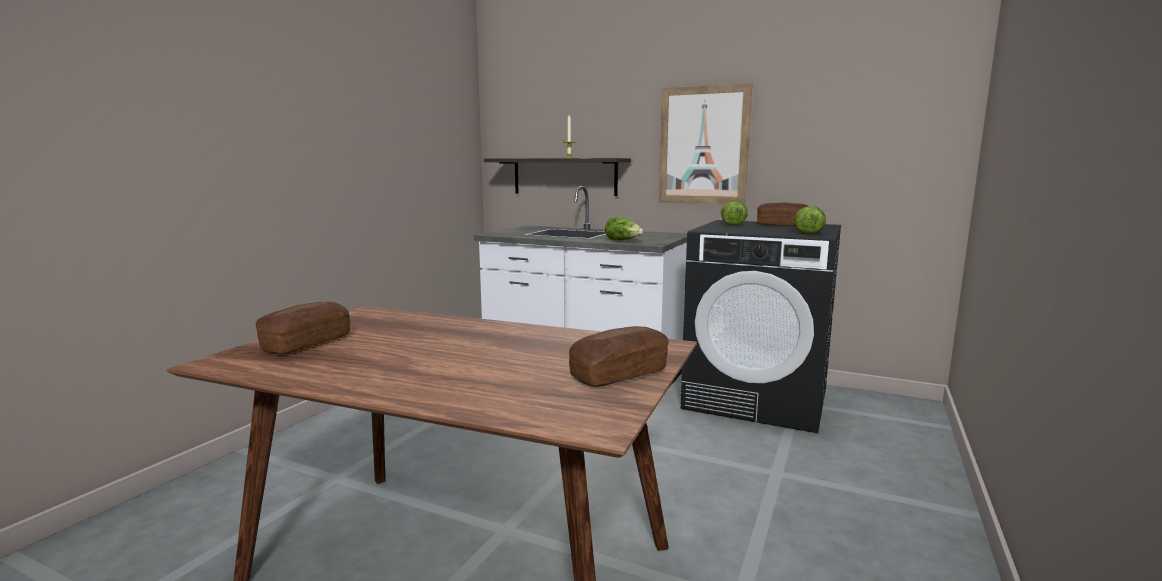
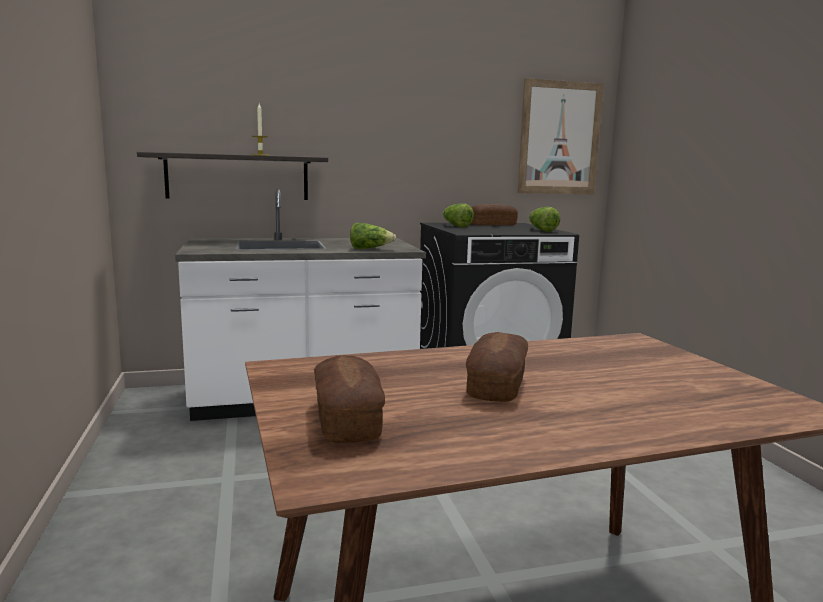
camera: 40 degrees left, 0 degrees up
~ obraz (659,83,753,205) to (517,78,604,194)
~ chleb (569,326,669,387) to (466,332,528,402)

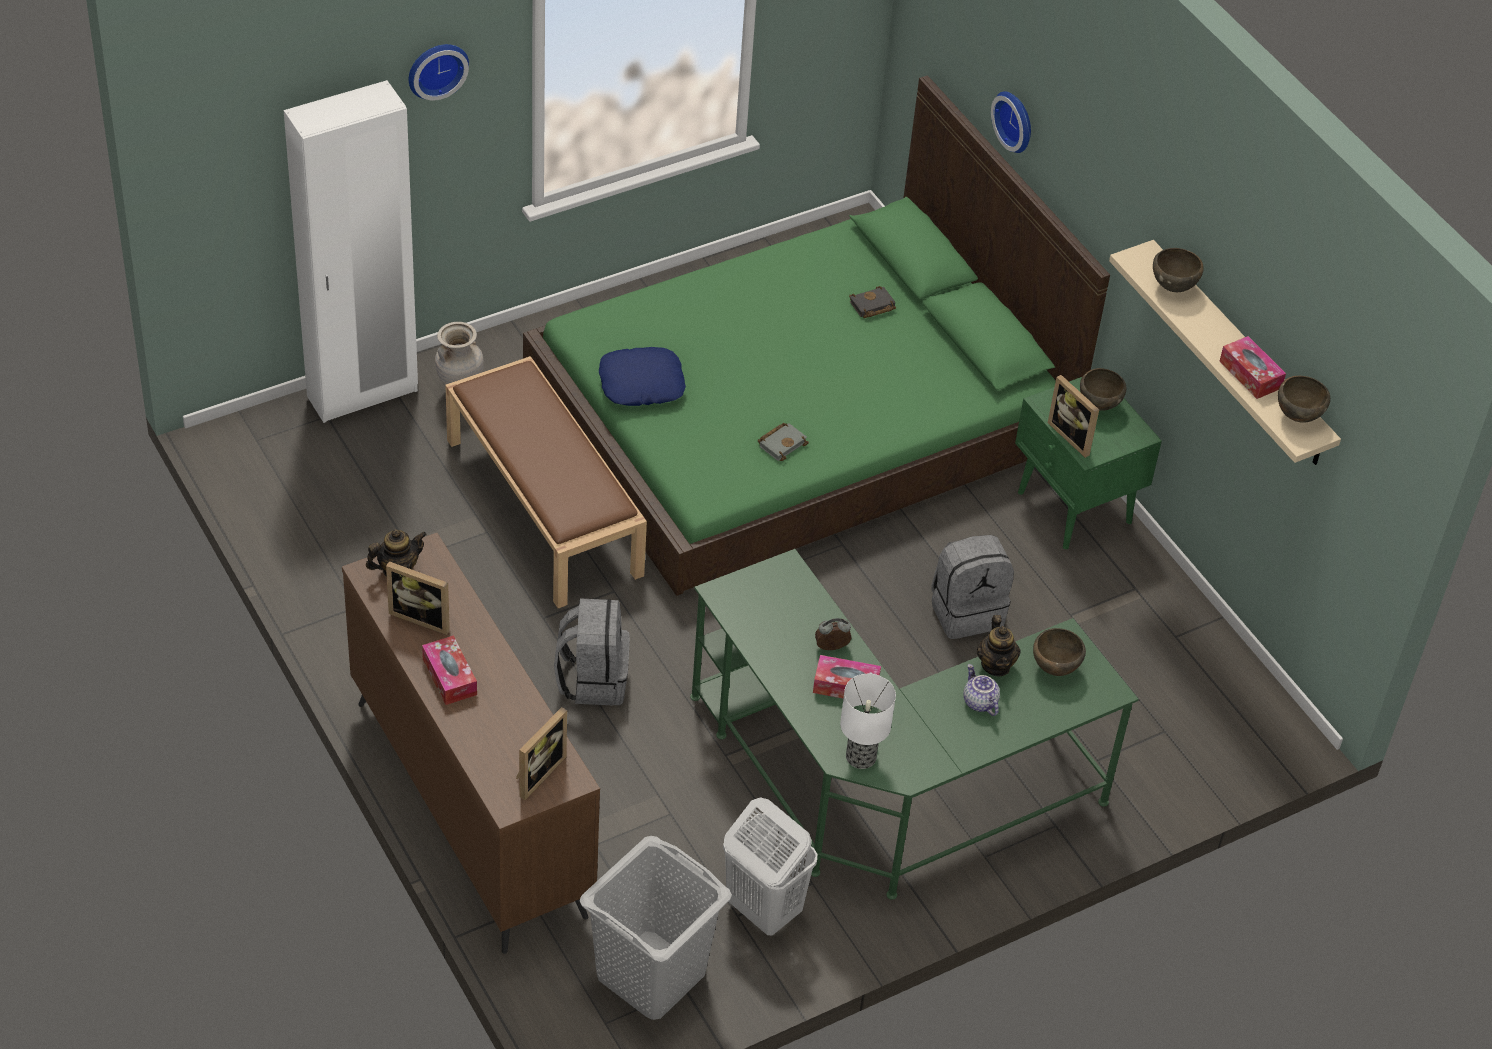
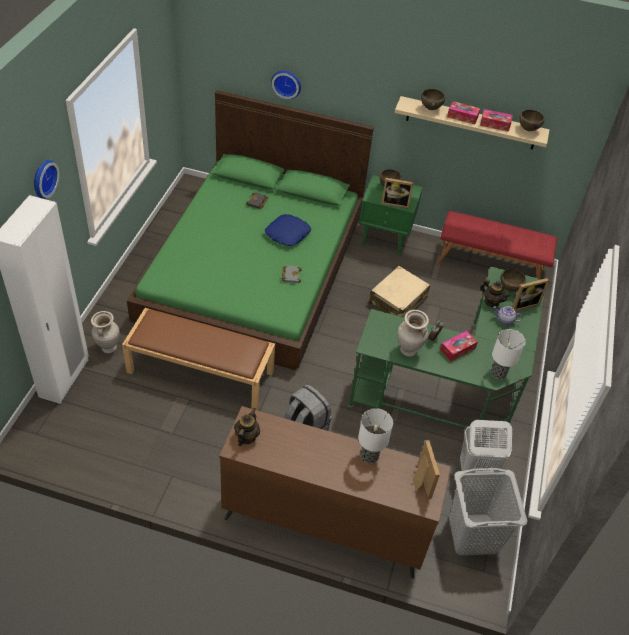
camera: 45 degrees left, 0 degrees up
~ poduszka [niebieski] (599,347,686,406) to (265,214,311,246)
~ plecak [szary] (932,535,1014,639) to walizka [beżowy] (369,266,430,318)
~ ramka na zdjęcie (386,561,450,635) to (512,278,550,311)
~ pudełko chusteczek (422,635,477,705) to (447,101,480,124)
+ ławka [czerwony] (437,211,557,279)
+ wazon [beżowy] (397,310,429,357)
+ lampa stołowa (358,408,393,464)

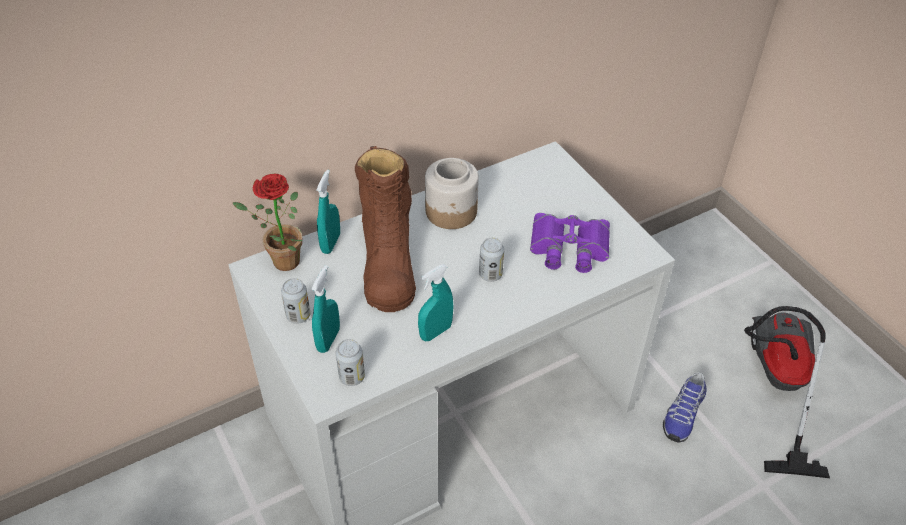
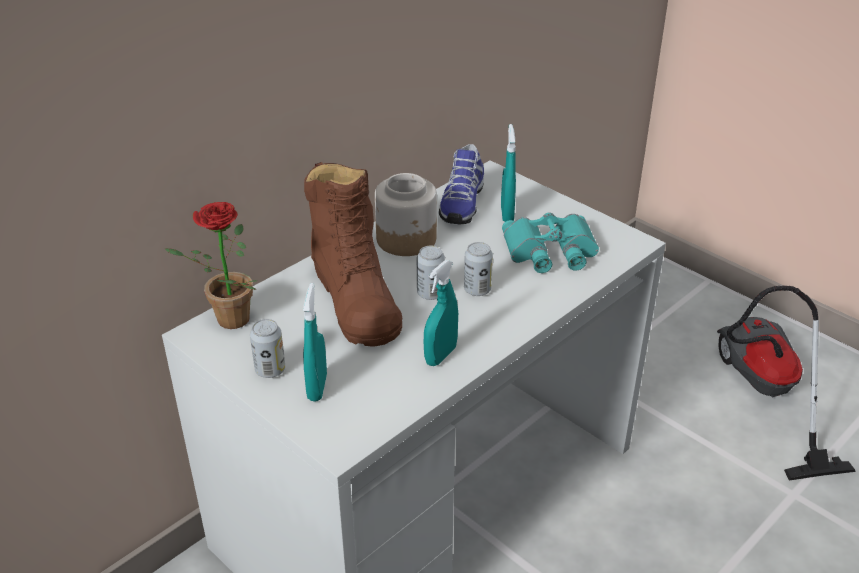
camera: 15 degrees left, 10 degrees down
~ spryskiwacz [turkusowy] (316,170,340,254) to (501,124,516,222)
~ lornetka [fioletowy] (530,213,610,273) to lornetka [turkusowy] (502,212,599,273)
~ puszka (336,339,365,386) to (417,246,445,300)
~ but (663,372,707,443) to (439,144,484,224)

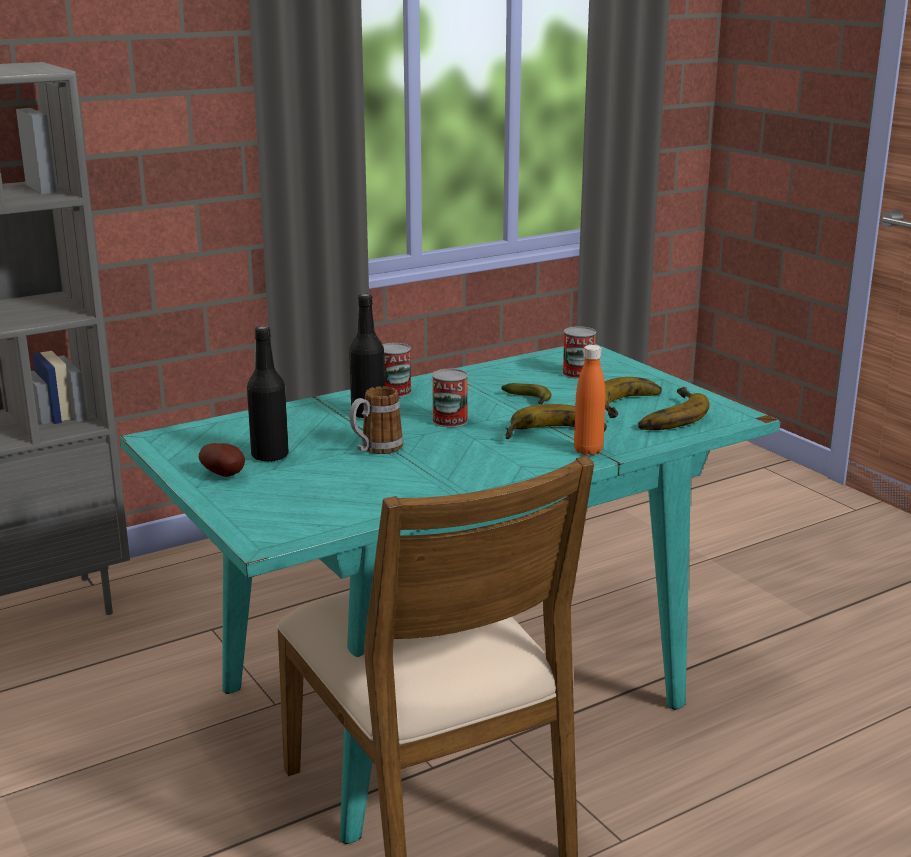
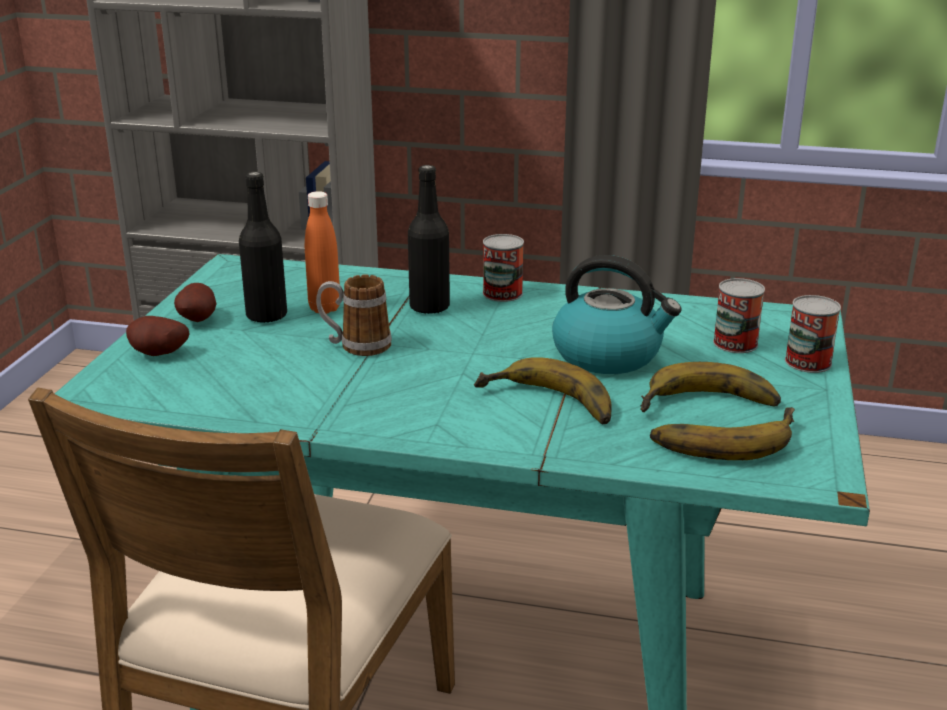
camera: 45 degrees right, 5 degrees up
~ butelka [pomarańczowy] (574,345,605,455) to (305,191,340,314)
~ puszka (432,369,468,427) to (785,295,841,373)
~ banan (501,383,552,405) to czajnik (552,255,682,374)
+ ziemniak (126,316,189,356)

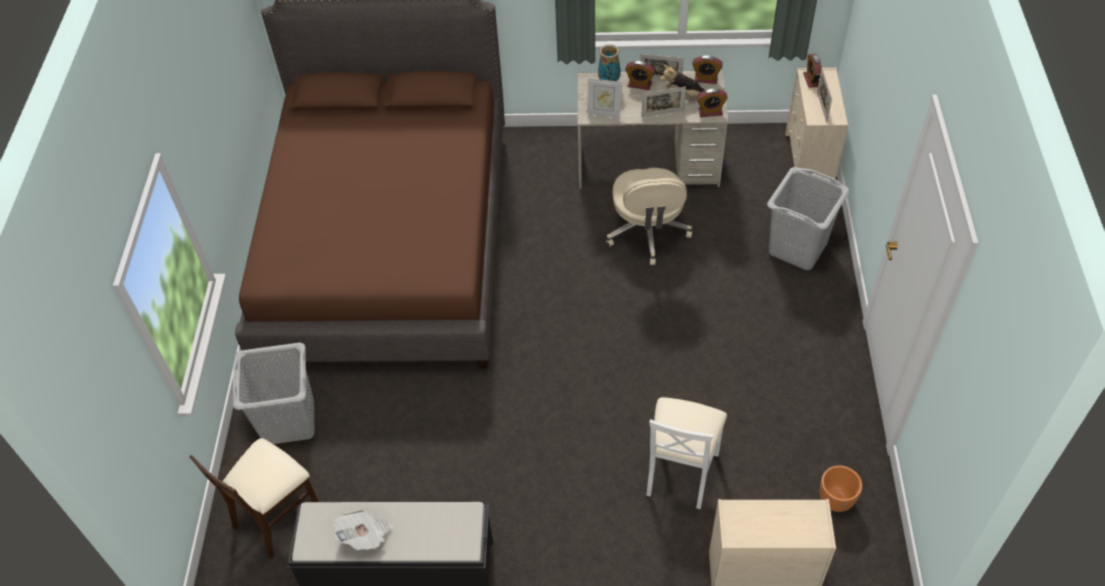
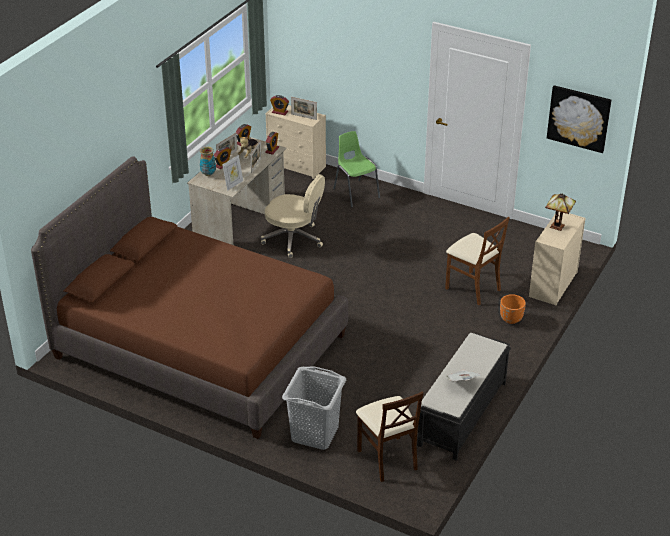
camera: 65 degrees left, 15 degrees down
~ kosz na pranie [szary] (767,167,850,270) to krzesło [zielony] (333,131,380,208)
~ krzesło [biały] (646,397,727,509) to krzesło [brązowy] (445,217,510,305)
~ donica [pomarańczowy] (820,466,862,512) to (500,294,526,324)
+ obraz (547,85,612,153)
+ lampa stołowa (545,194,576,231)

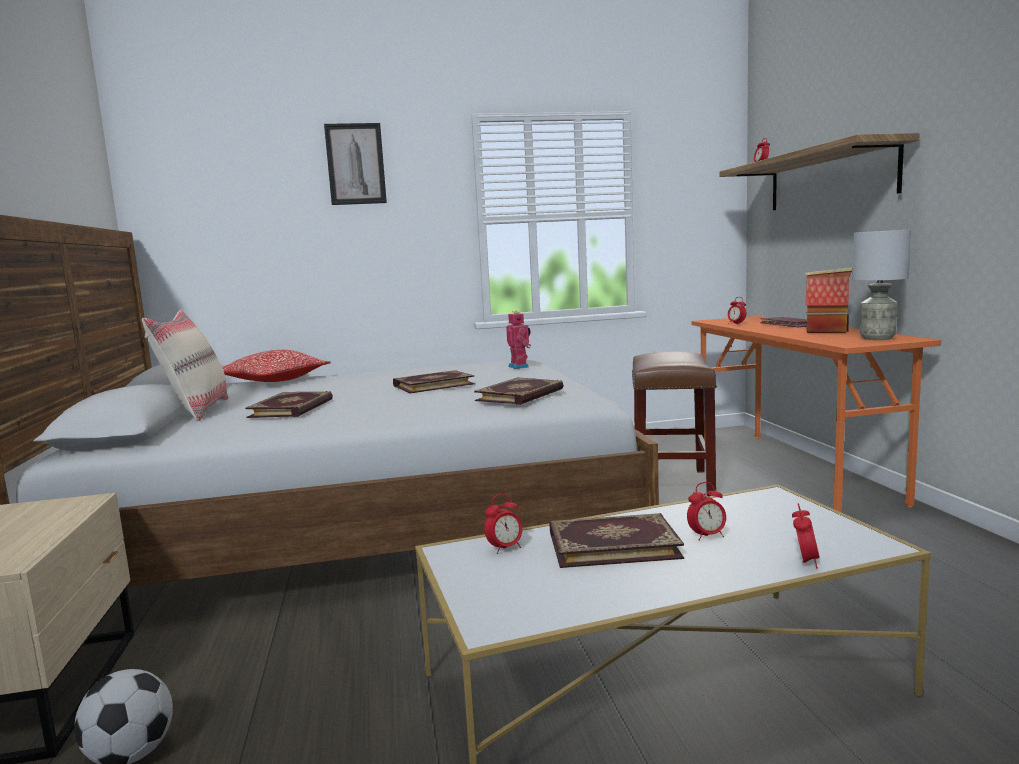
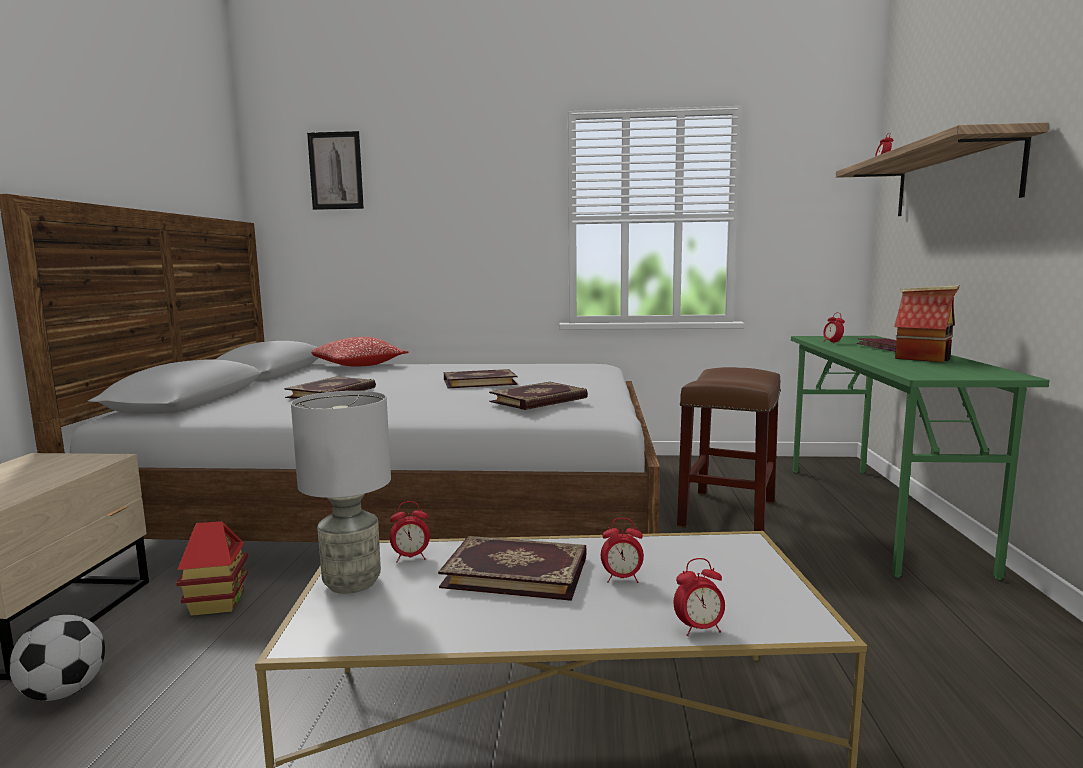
camera: 15 degrees right, 0 degrees up
~ obraz (324,123,387,205) to (307,131,364,210)
~ lampa stołowa [szary] (852,230,911,340) to (291,391,391,594)
- poduszka [beżowy] (142,310,229,421)
- robot zabawkowy (506,311,531,369)
~ biurko [pomarańczowy] (691,316,941,513) to biurko [zielony] (791,336,1049,580)
~ budzik (792,503,820,569) = (674,558,725,636) 45 degrees clockwise
+ domek (176,521,248,616)

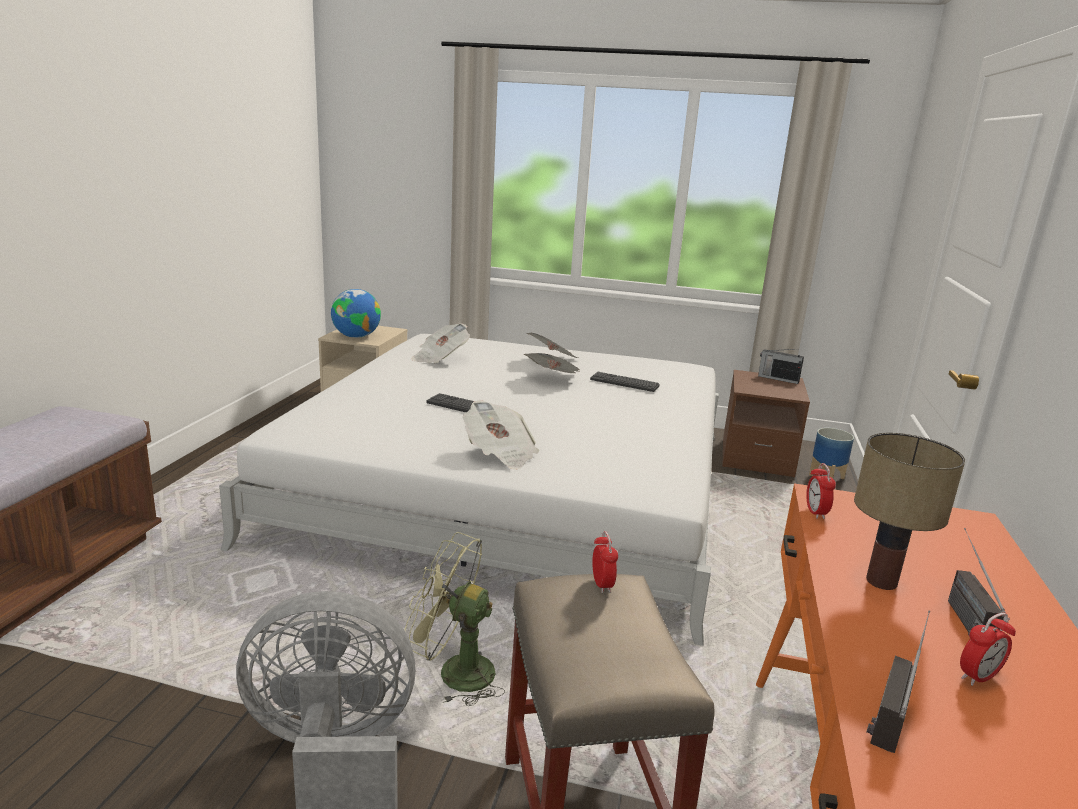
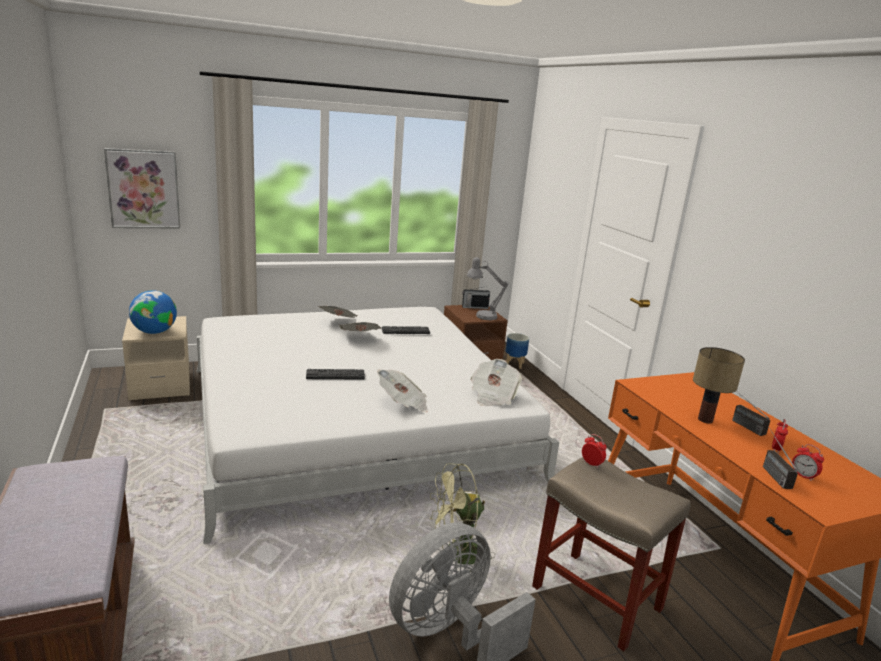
camera: 35 degrees left, 0 degrees up
~ gazeta (412,323,470,364) to (471,359,522,406)
~ budzik (806,463,836,519) to (792,444,824,481)
+ obraz (104,148,180,228)
+ lampa stołowa [szary] (467,257,509,320)

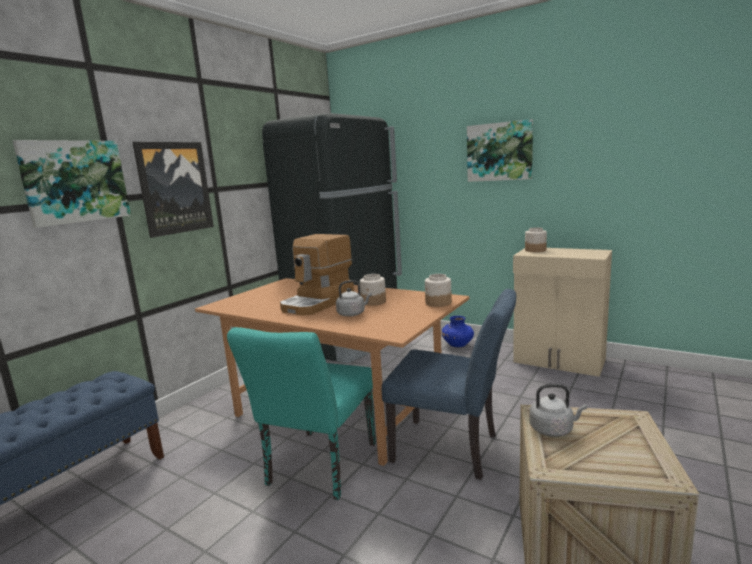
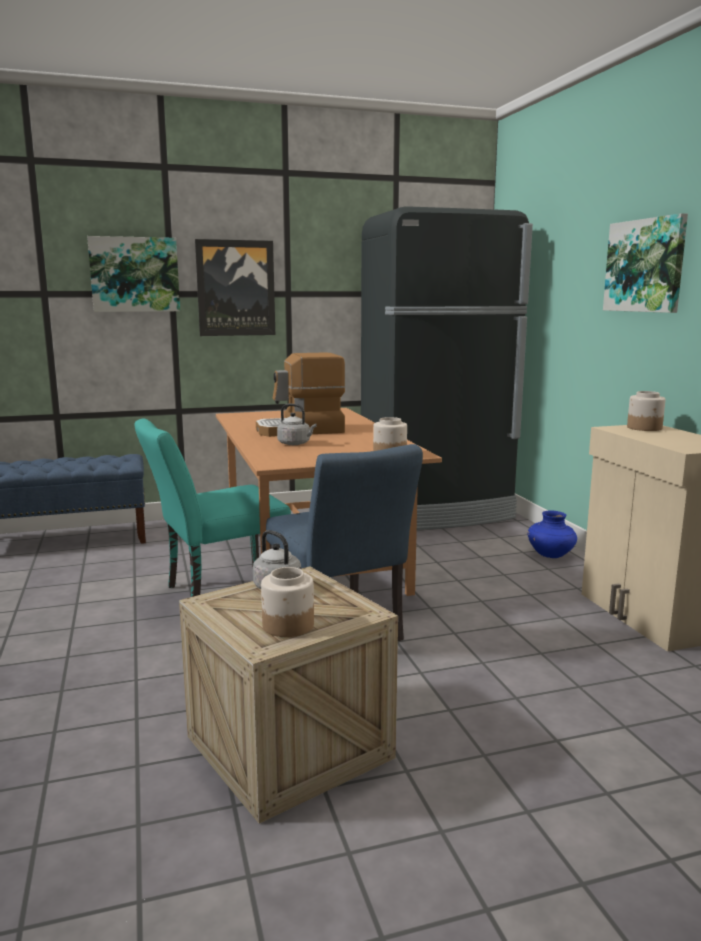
camera: 40 degrees right, 0 degrees up
~ słoik (360,274,386,306) to (261,567,314,637)

